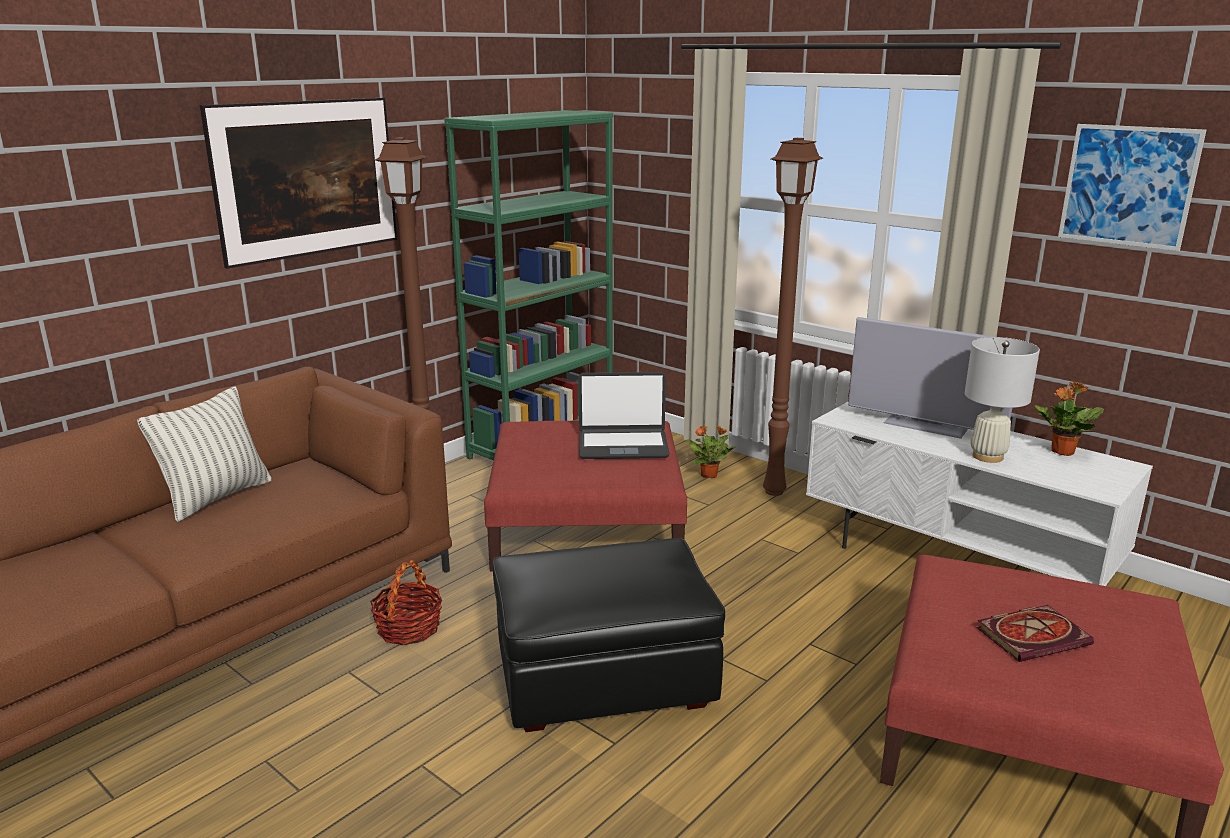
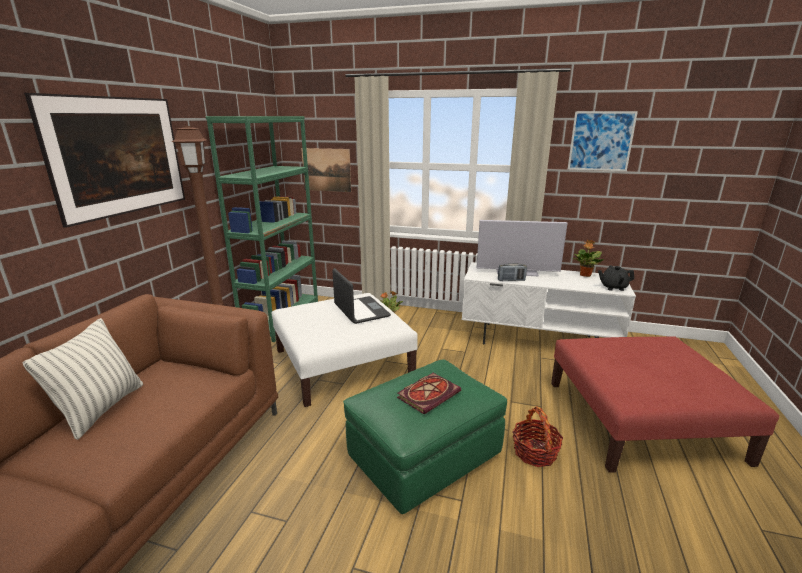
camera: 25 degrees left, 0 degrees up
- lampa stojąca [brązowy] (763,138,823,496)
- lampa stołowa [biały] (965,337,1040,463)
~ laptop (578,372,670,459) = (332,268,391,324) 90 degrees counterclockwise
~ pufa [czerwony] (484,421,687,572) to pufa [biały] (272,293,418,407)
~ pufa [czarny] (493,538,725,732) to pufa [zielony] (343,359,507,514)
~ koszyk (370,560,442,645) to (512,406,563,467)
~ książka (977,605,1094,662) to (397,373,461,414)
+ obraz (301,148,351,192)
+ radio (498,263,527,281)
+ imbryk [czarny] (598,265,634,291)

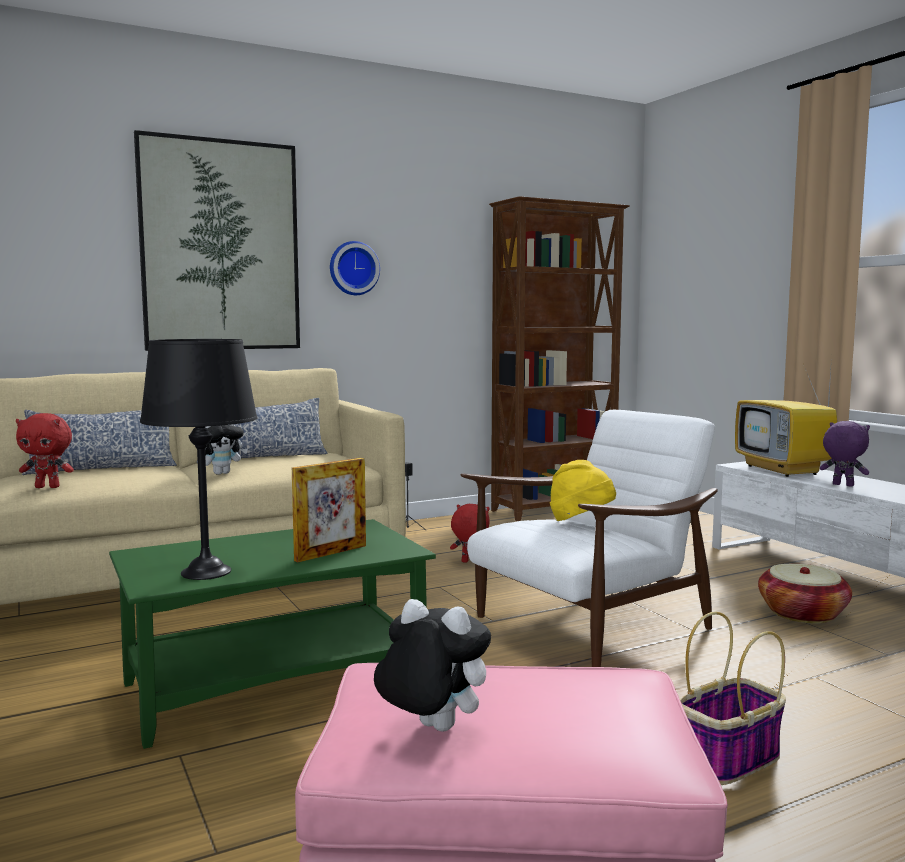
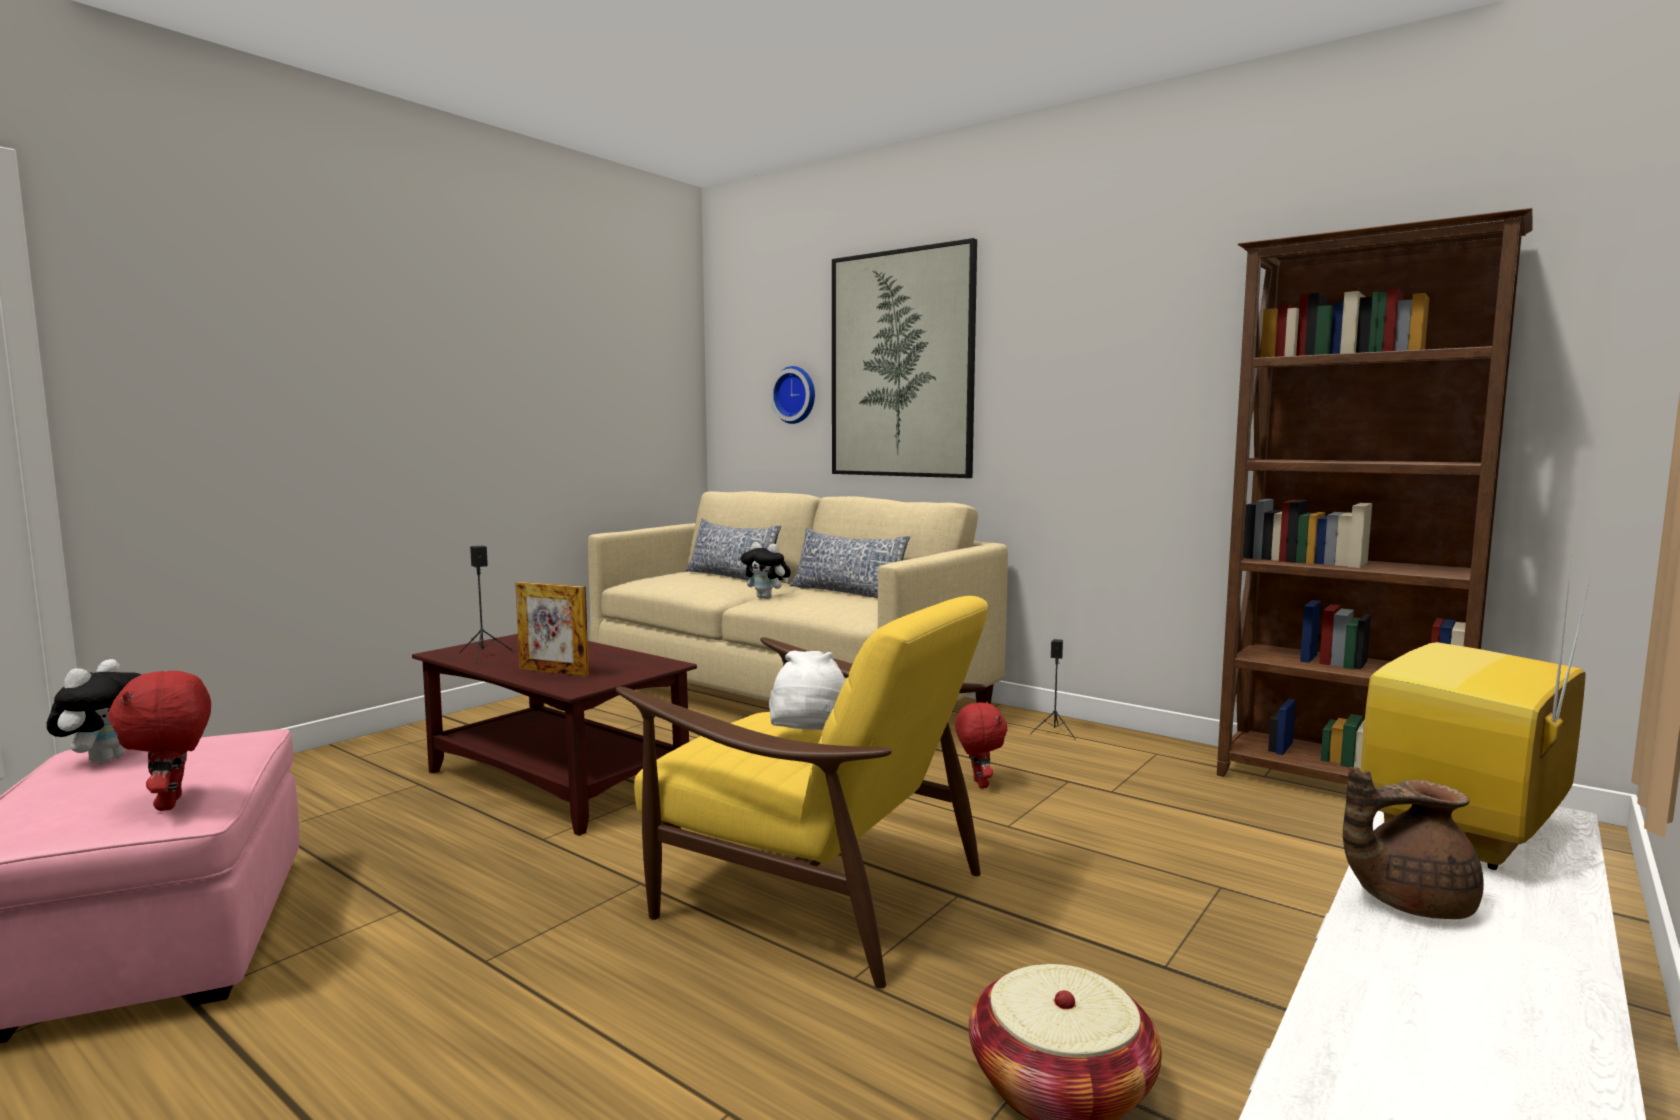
camera: 65 degrees right, 0 degrees up
~ zegar ścienny (330,241,380,295) to (770,366,815,424)
~ lampa stołowa [czarny] (140,339,258,580) to głośnik [czarny] (459,546,514,663)
~ fotel [biały] (461,410,718,667) to fotel [żółty] (616,596,988,988)
~ pluszak [czerwony] (16,413,74,488) to (108,671,211,811)
~ pluszak [fioletowy] (820,421,870,487) to imbryk [brązowy] (1343,767,1484,919)
~ kapelusz [żółty] (550,460,616,521) to kapelusz [biały] (769,651,845,730)
~ ława [zielony] (109,519,436,749) to ława [brązowy] (412,634,697,836)
- koszyk (680,612,786,785)

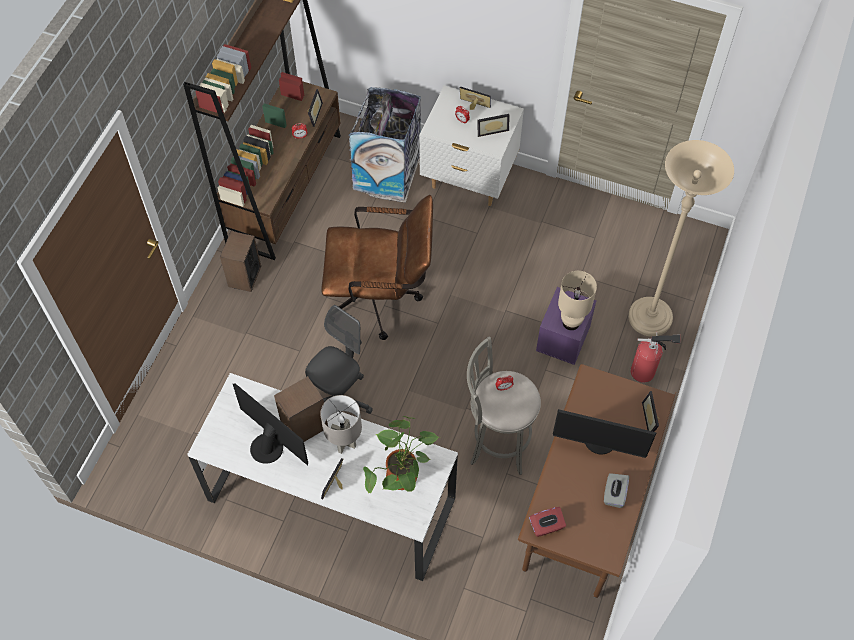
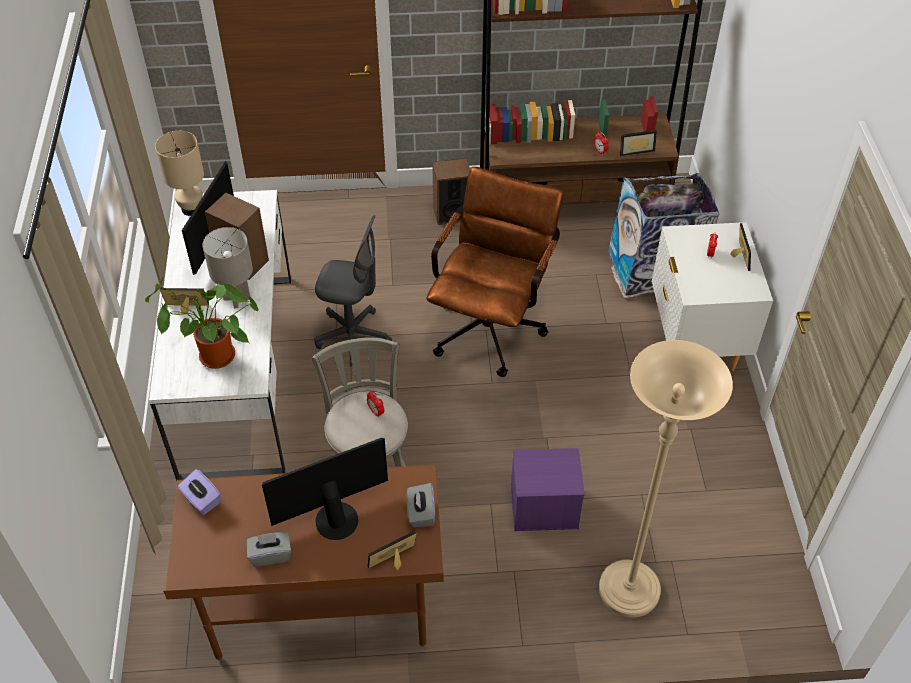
camera: 65 degrees right, 10 degrees down
- ramka na zdjęcie (478,114,509,137)
~ krzesło biurowe [brązowy] (321,195,433,340) = (426,167,563,377) 135 degrees counterclockwise
~ lampa stołowa [beżowy] (558,271,597,330) to (155,131,204,216)
- gaśnica (631,332,681,383)
~ monitor (553,409,657,458) = (262,438,388,540) 75 degrees clockwise
~ pudełko chusteczek [czerwony] (529,507,566,537) to pudełko chusteczek [fioletowy] (178,469,221,515)
+ pudełko chusteczek [szary] (407,483,435,527)

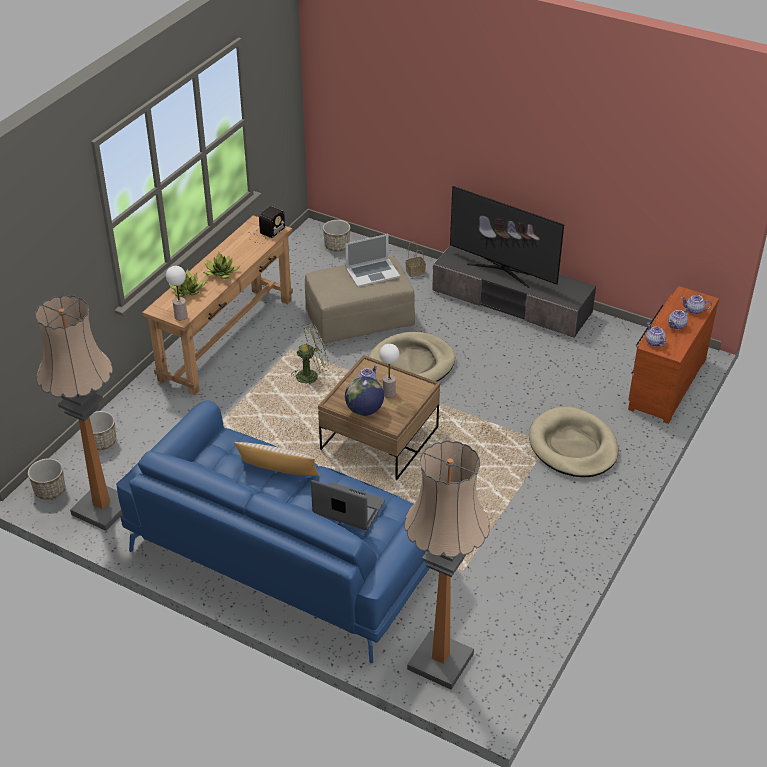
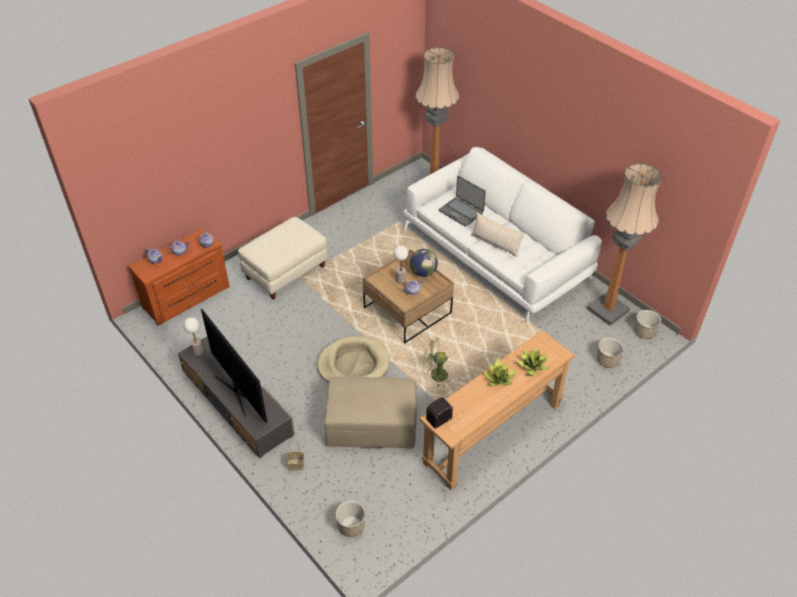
camera: 160 degrees left, 5 degrees up
- laptop (345,234,400,287)
~ lampa stołowa (166,266,187,320) to (183,317,203,356)
~ kanapa [niebieski] (116,400,430,663) to kanapa [biały] (404,147,602,324)
~ legowisko [beżowy] (529,407,618,477) to pufa [beżowy] (238,217,328,300)

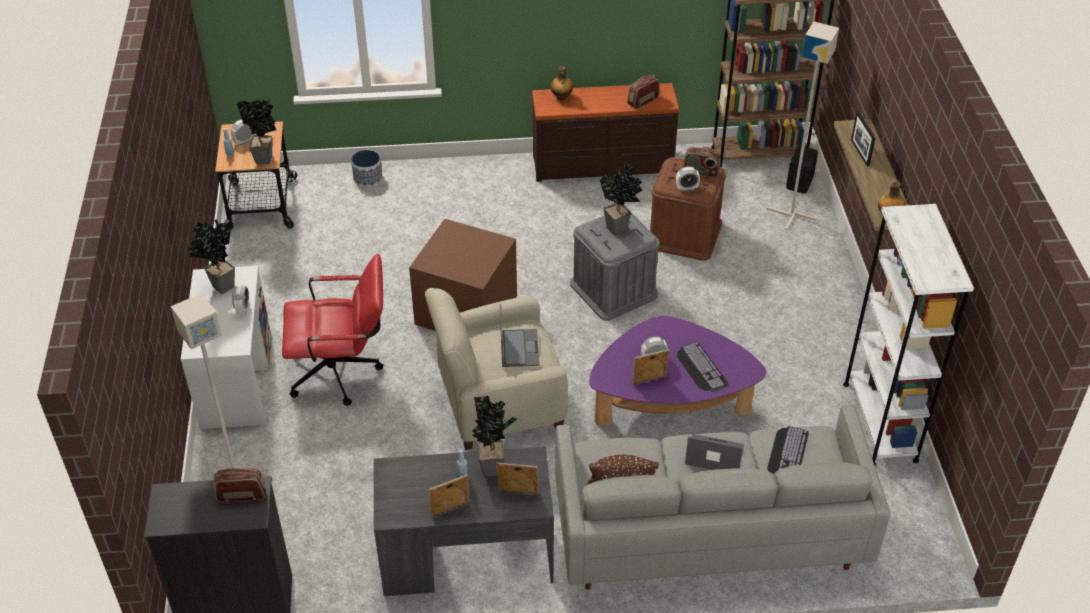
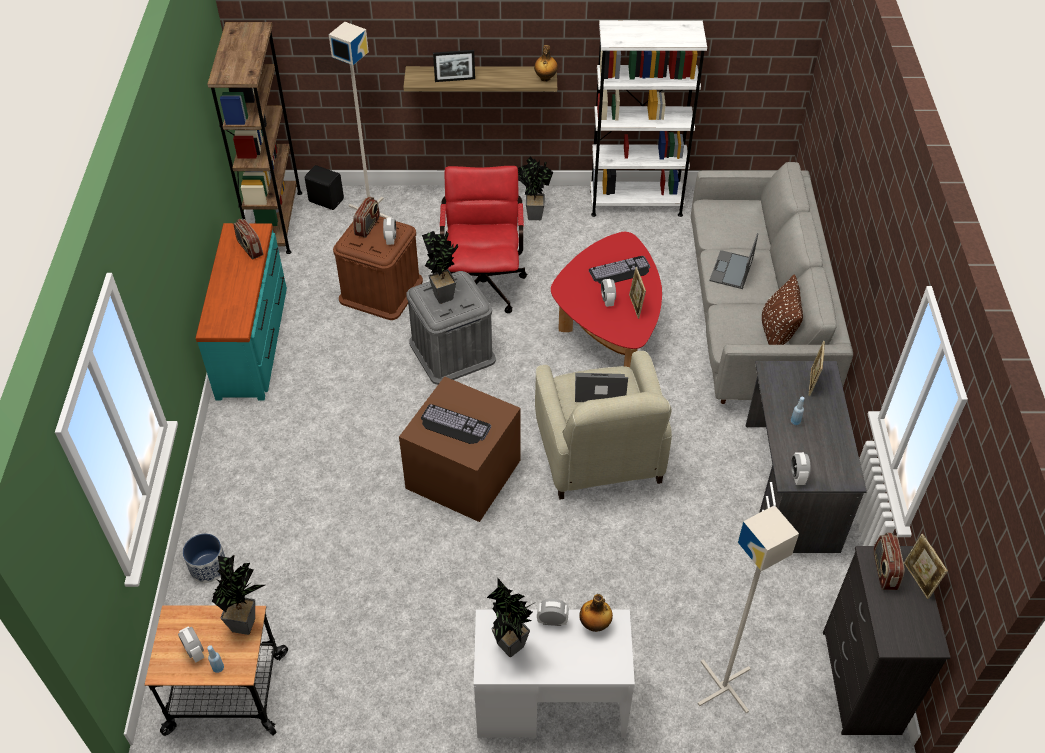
camera: 85 degrees left, 5 degrees up
~ butelka (551,66,573,100) to (579,594,613,632)
~ komoda [brązowy] (532,83,679,182) to komoda [turkusowy] (196,223,287,400)
~ krzesło biurowe [czerwony] (282,254,384,406) to (440,166,527,313)
~ ława [fioletowy] (589,316,766,426) to ława [czerwony] (551,232,662,368)
~ roślina doniczkowa (472,395,517,476) to (518,157,553,220)
~ klawiatura (767,426,809,475) to (421,404,491,444)
~ ramka na zdjęcie (428,475,469,517) to (904,534,948,599)
+ budzik (791,452,811,485)

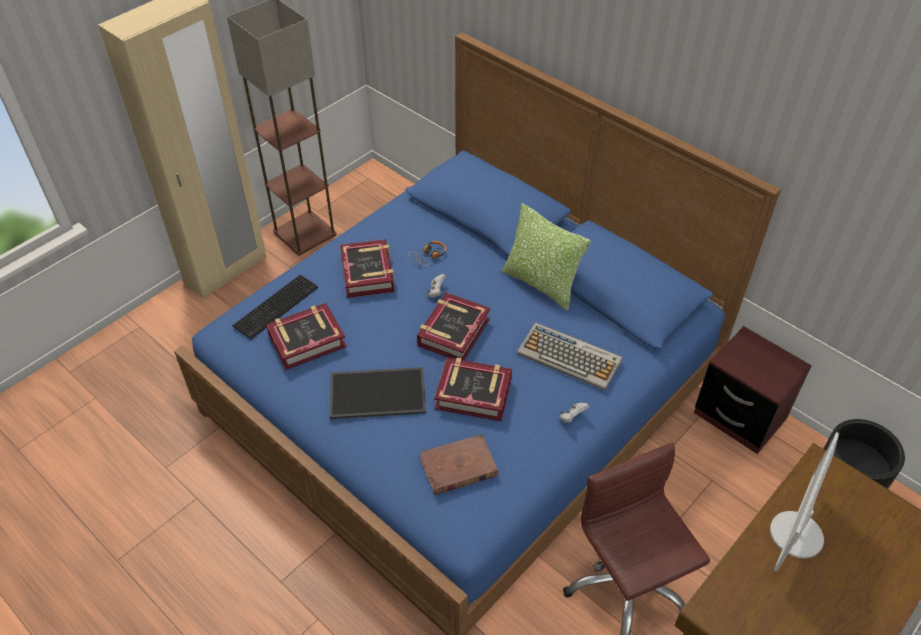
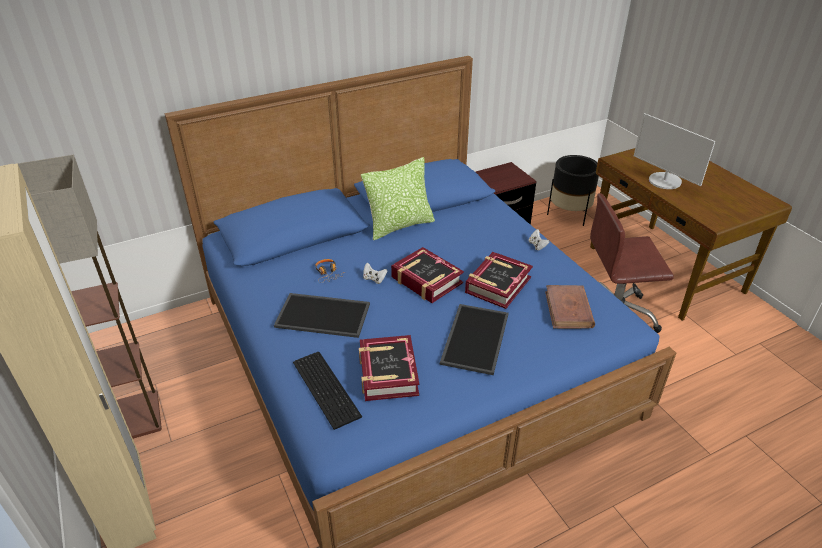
camera: 70 degrees left, 10 degrees down
~ książka (340,239,395,298) to taca (274,293,370,338)
- klawiatura (517,322,622,390)

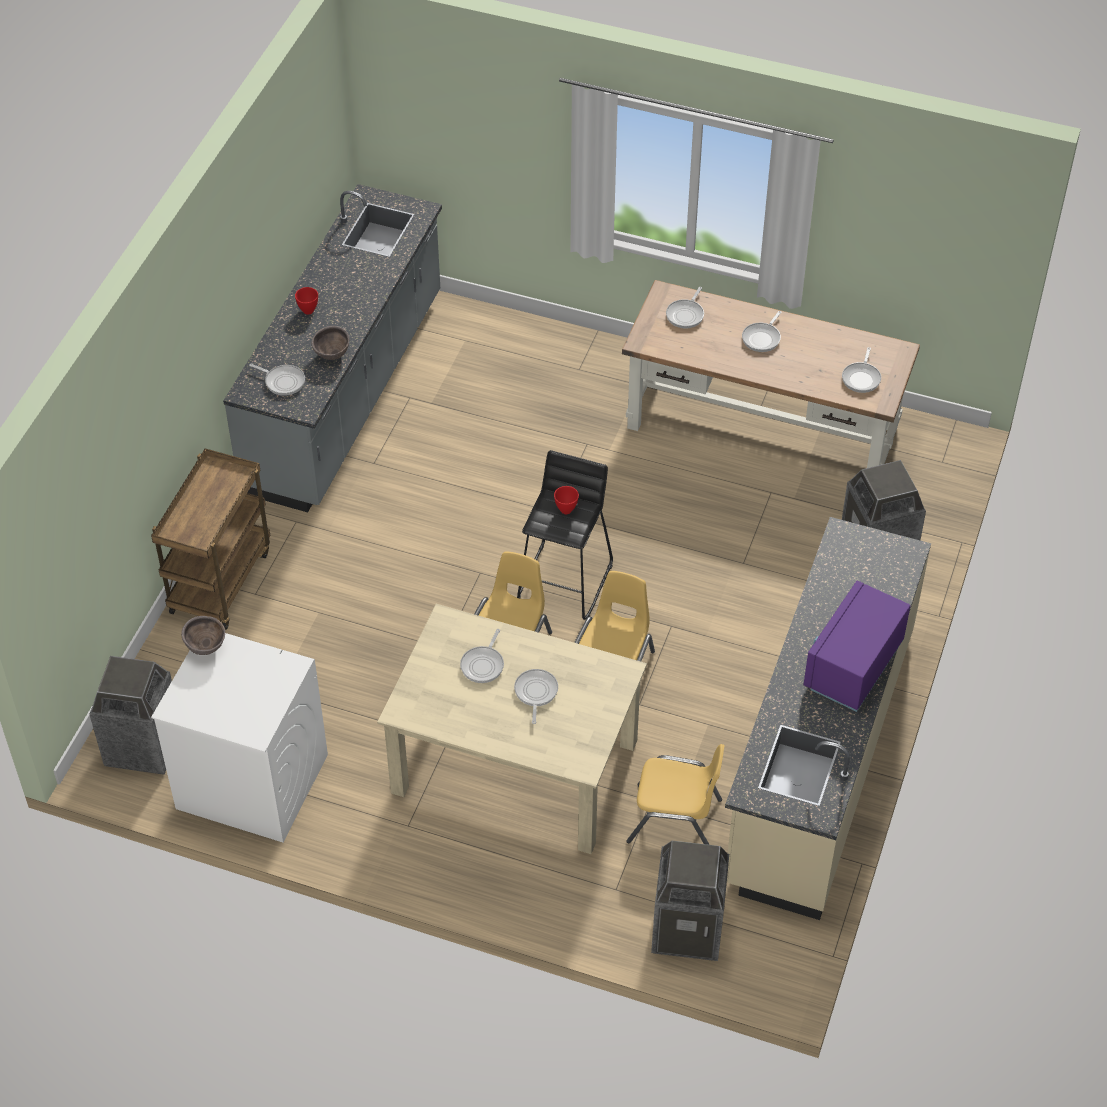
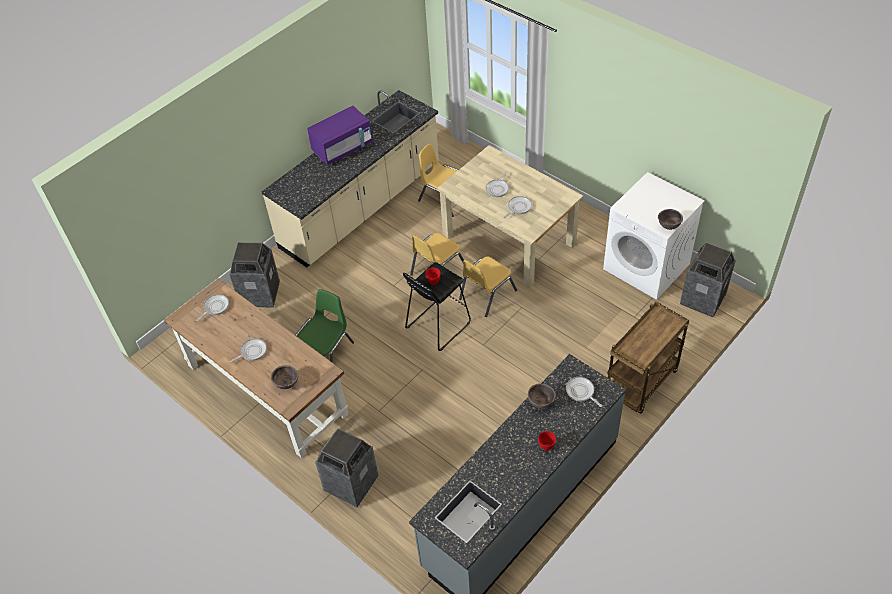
camera: 155 degrees left, 0 degrees up
~ patelnia (666,287,704,328) to miska [brązowy] (271,365,298,389)
~ kosz na śmieci (651,841,729,961) to (315,428,379,507)
+ krzesło [zielony] (295,289,354,362)

